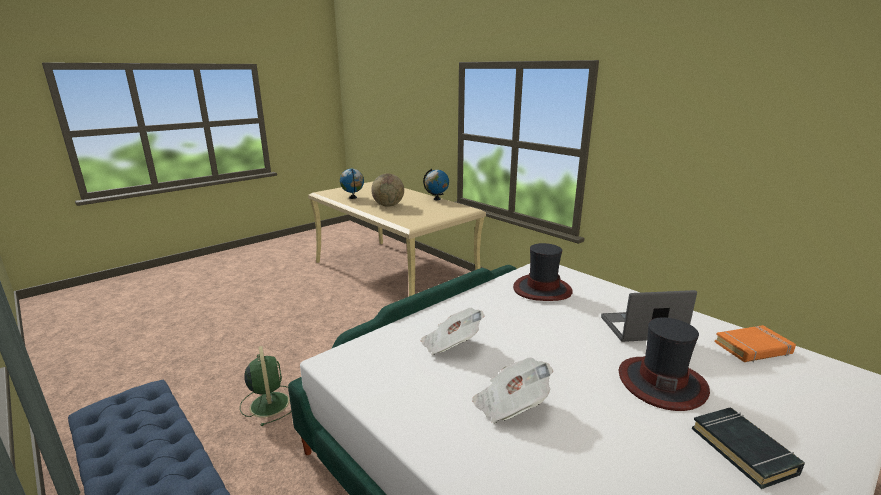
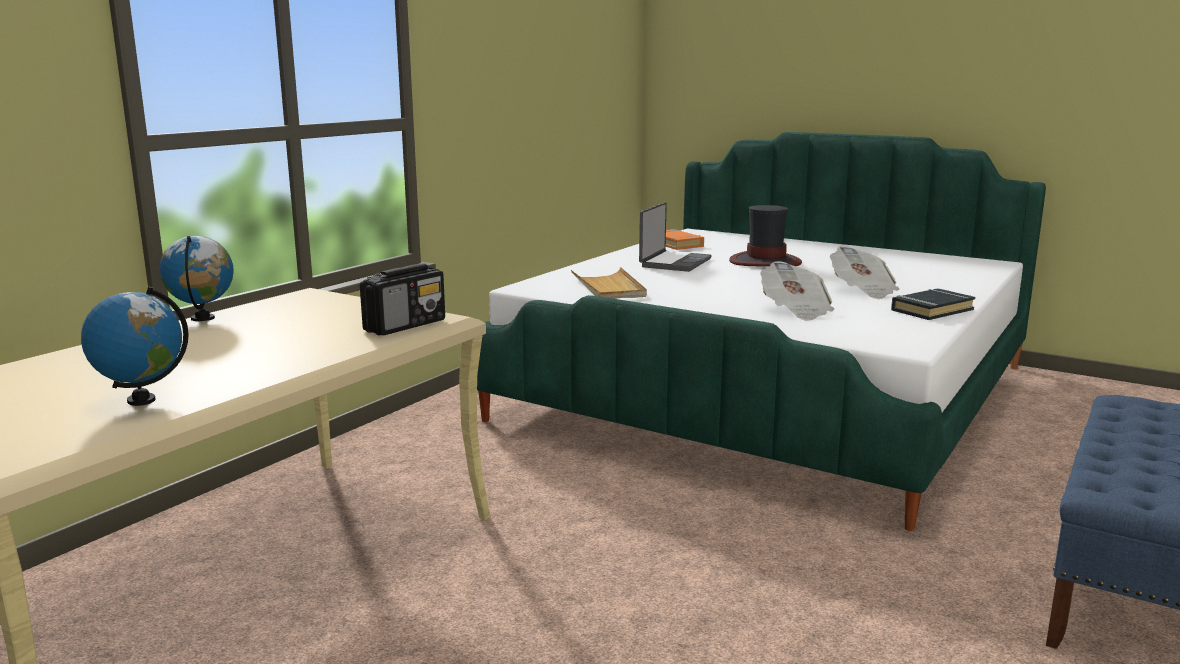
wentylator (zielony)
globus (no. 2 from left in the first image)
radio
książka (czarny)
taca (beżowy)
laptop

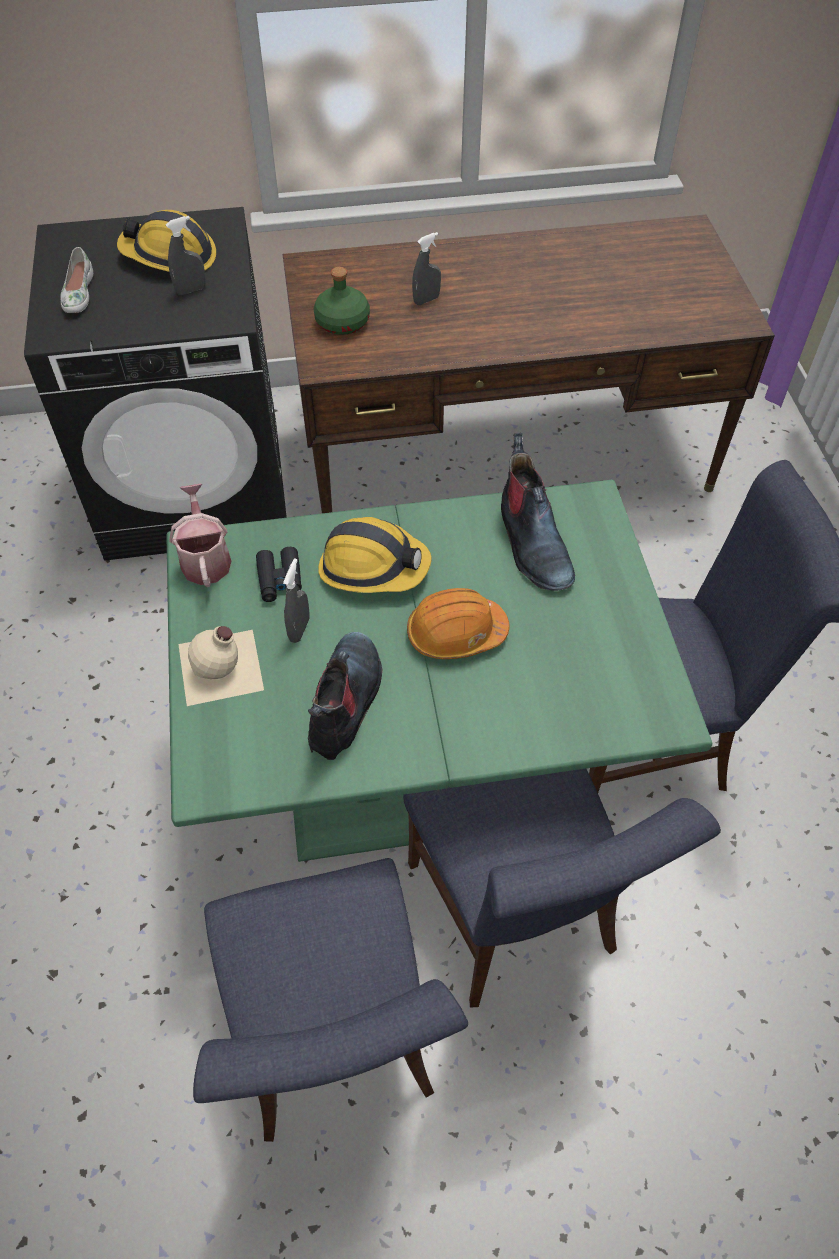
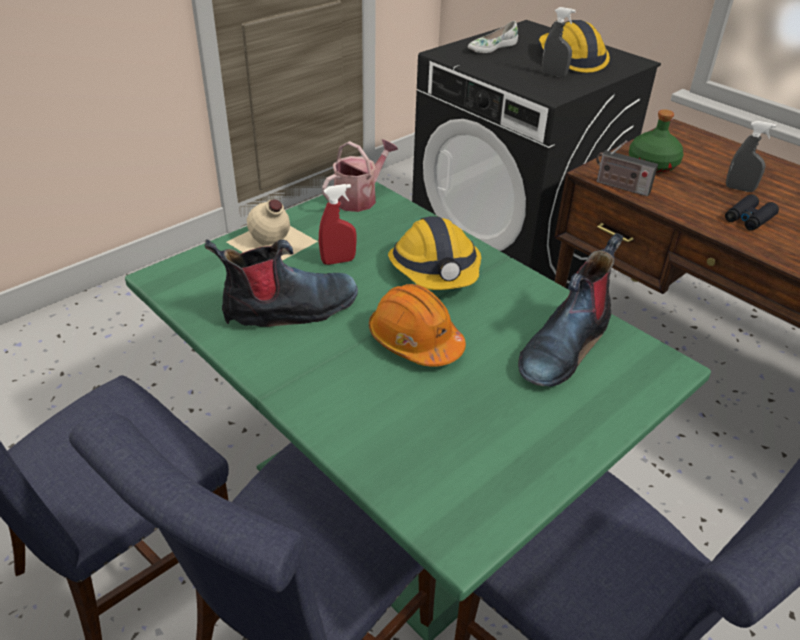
radio
lornetka (czarny)
spryskiwacz (czerwony)

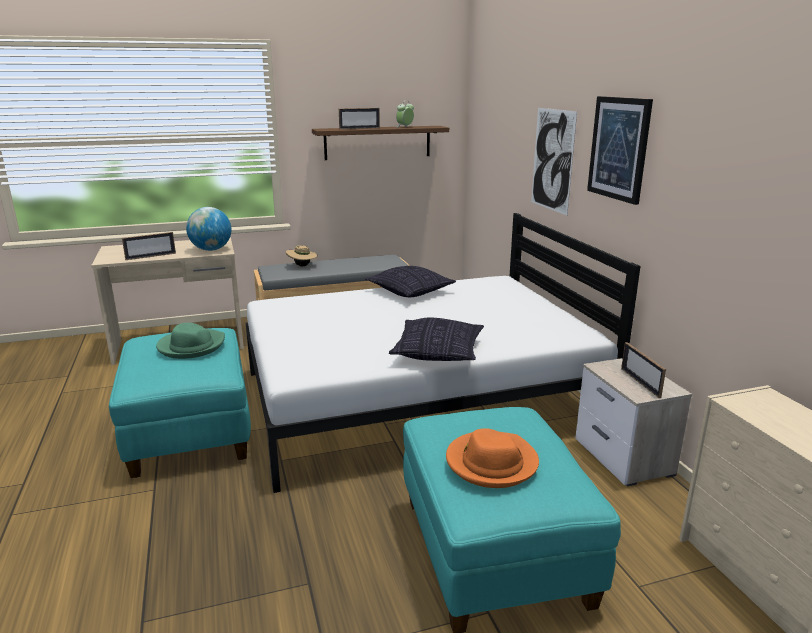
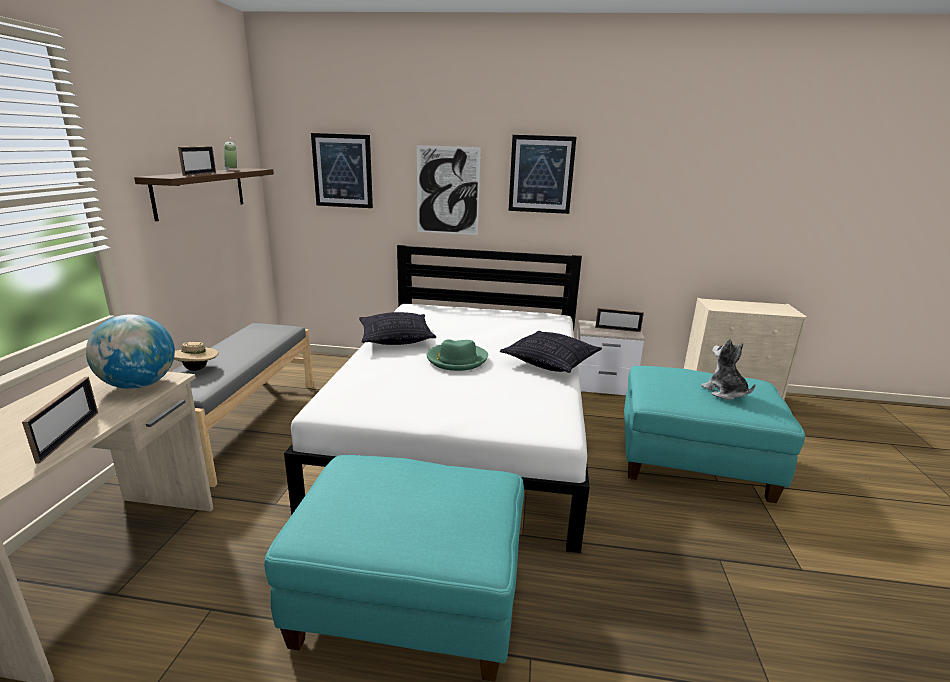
obraz (no. 1 from left)
kapelusz (zielony)
pluszak

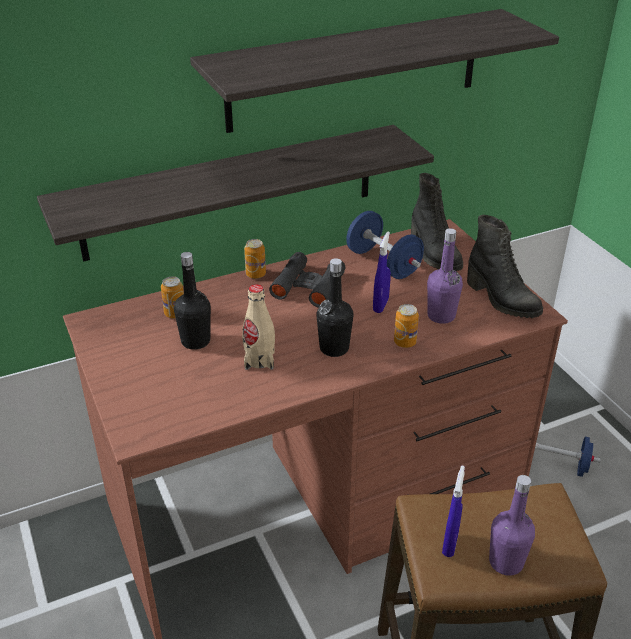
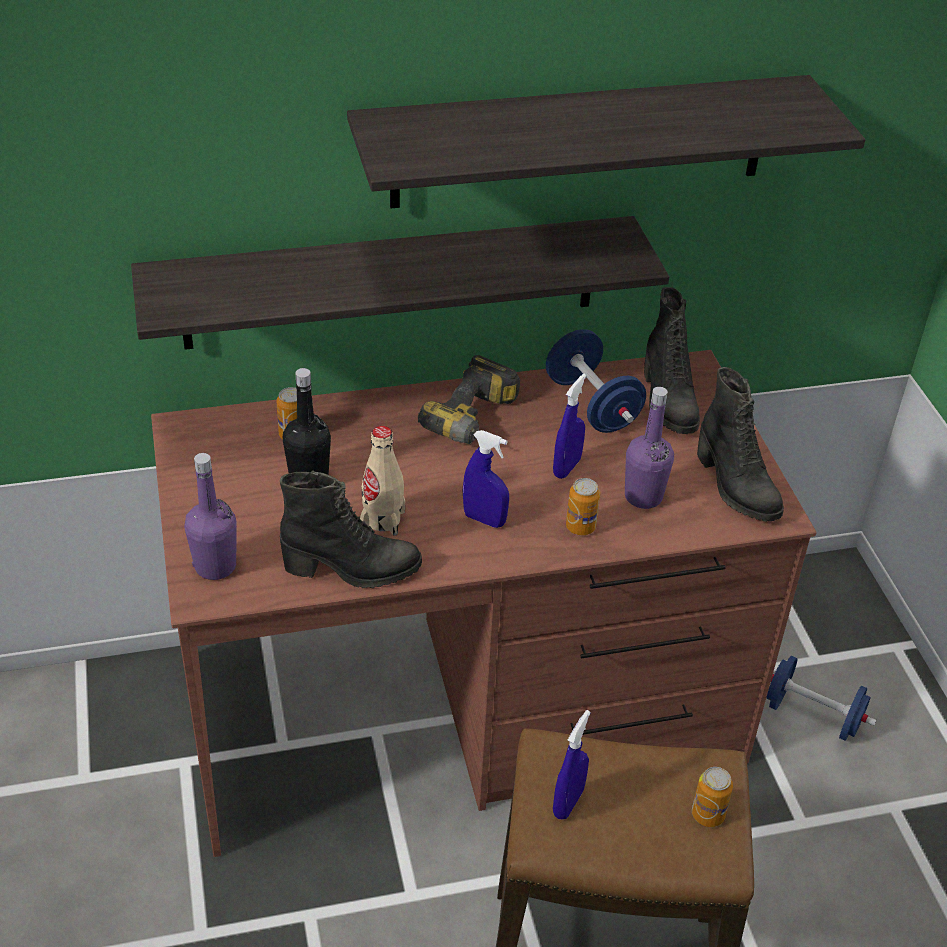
but z cholewką (czarny) (no. 1 from left)
puszka (no. 3 from left)
butelka (fioletowy) (no. 1 from left)
wiertarka
spryskiwacz (niebieski) (no. 1 from left)

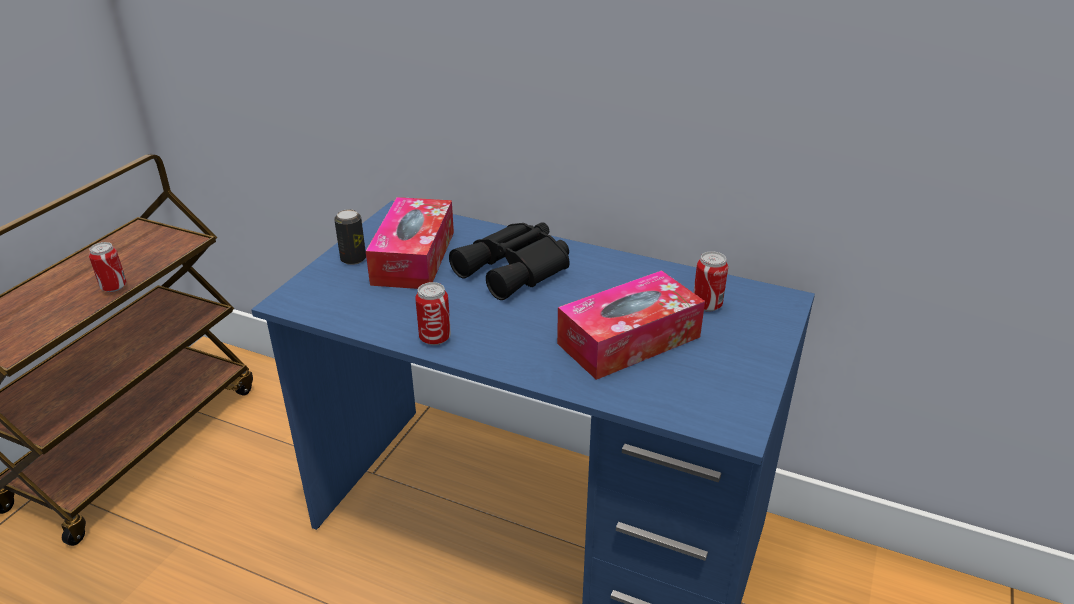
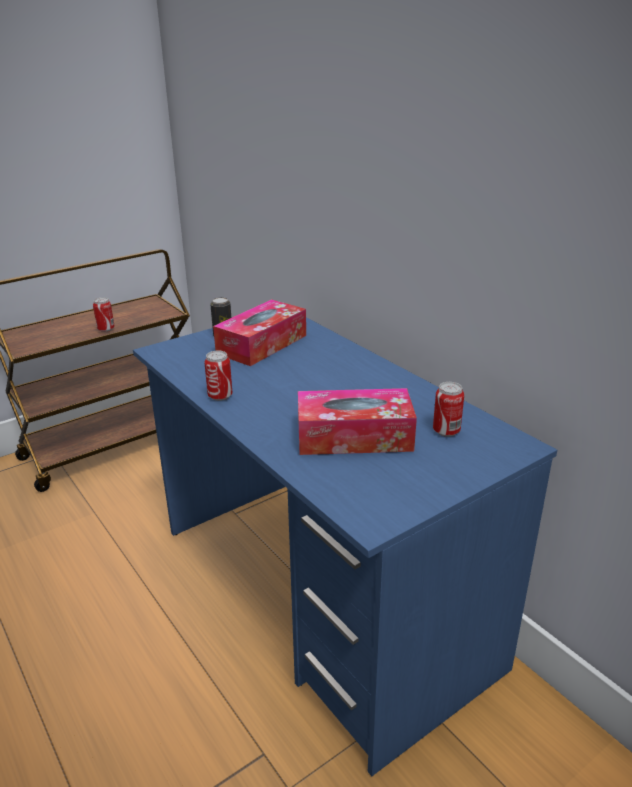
lornetka (czarny)

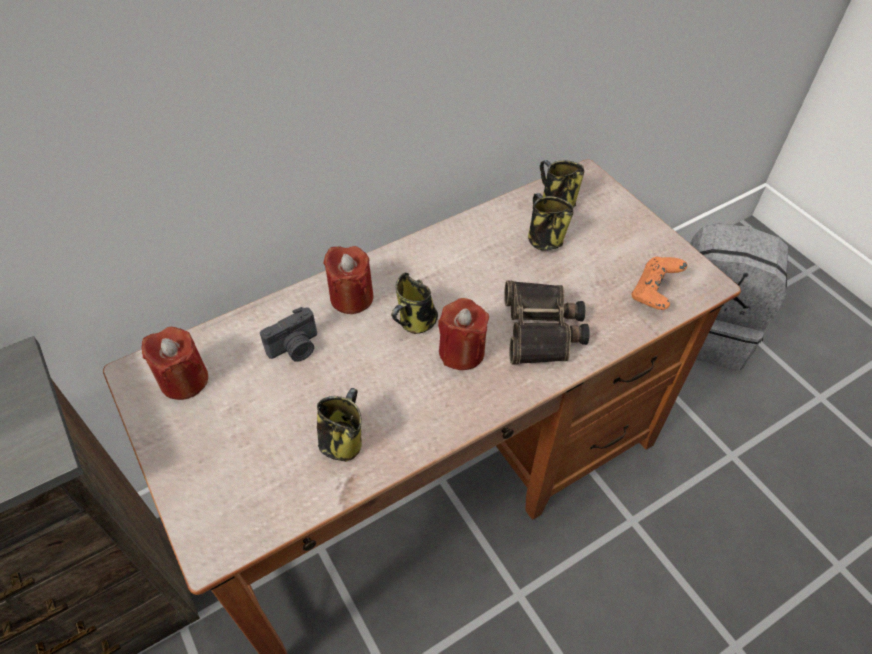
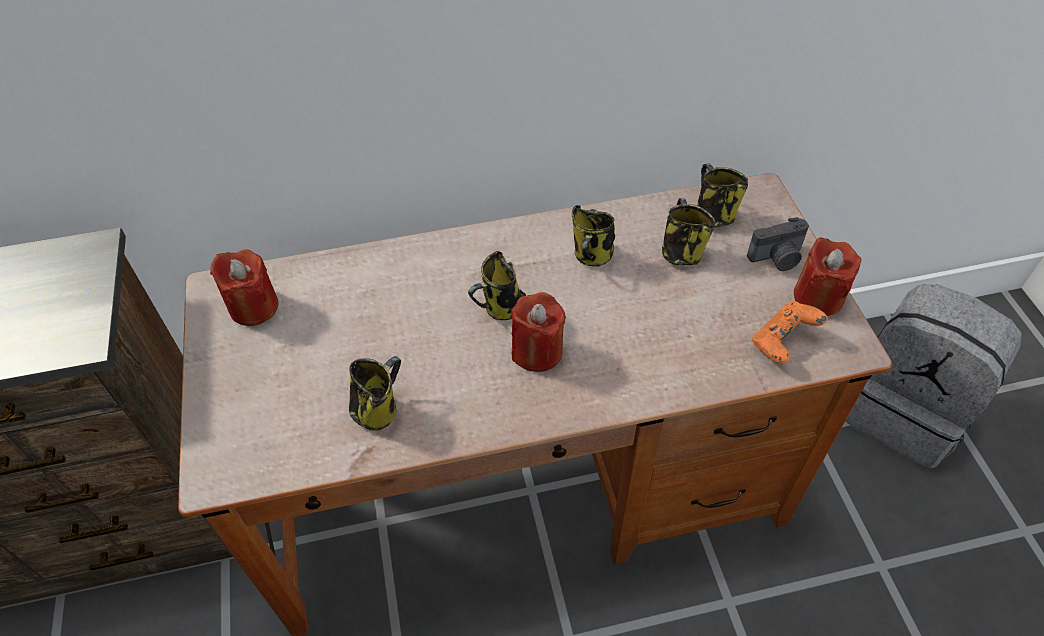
lornetka
kubek (no. 3 from left)
aparat fotograficzny
świeca (czerwony) (no. 3 from left)

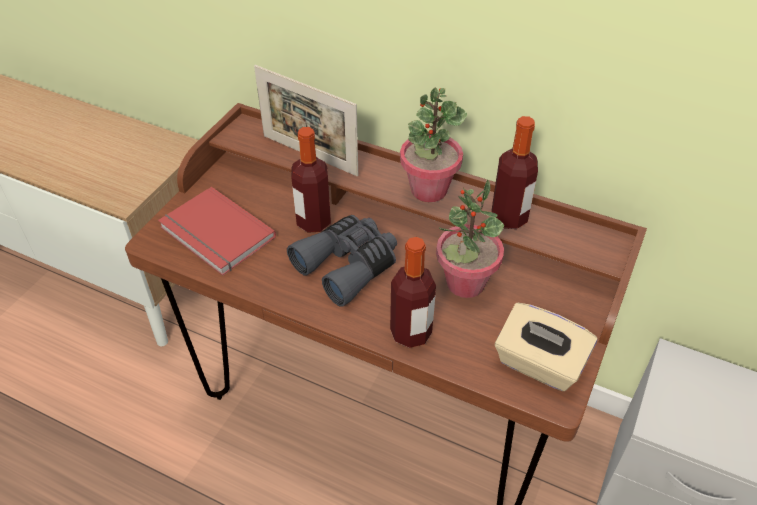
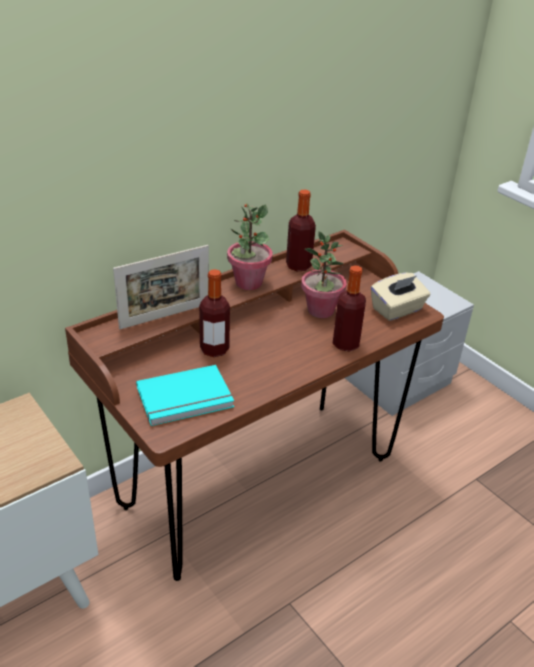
lornetka (szary)
książka (turkusowy)

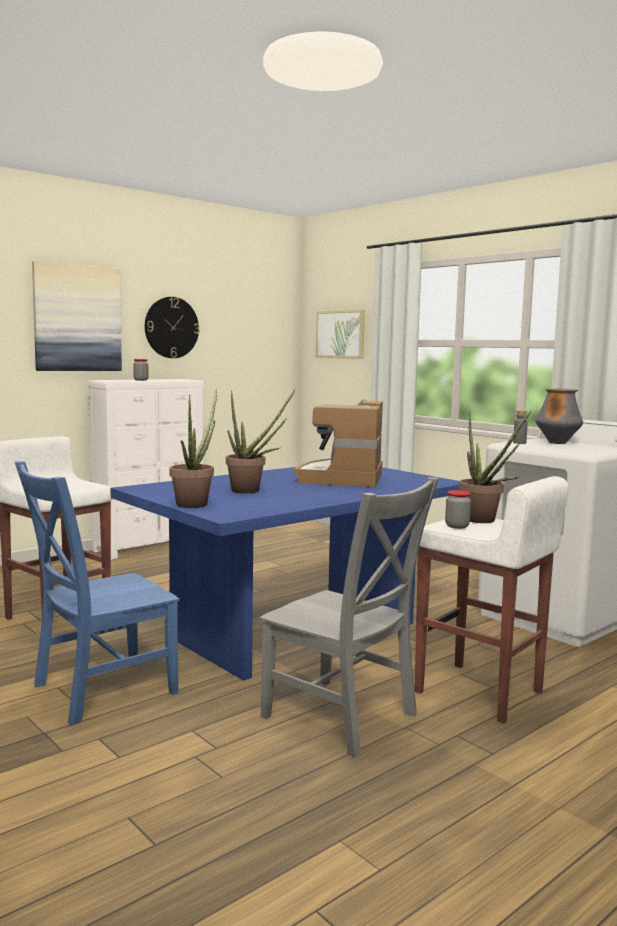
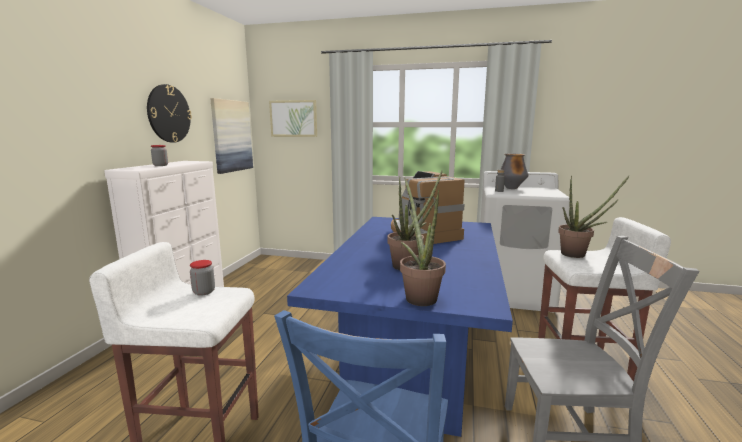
obraz (no. 1 from left)
słoik (no. 2 from left)

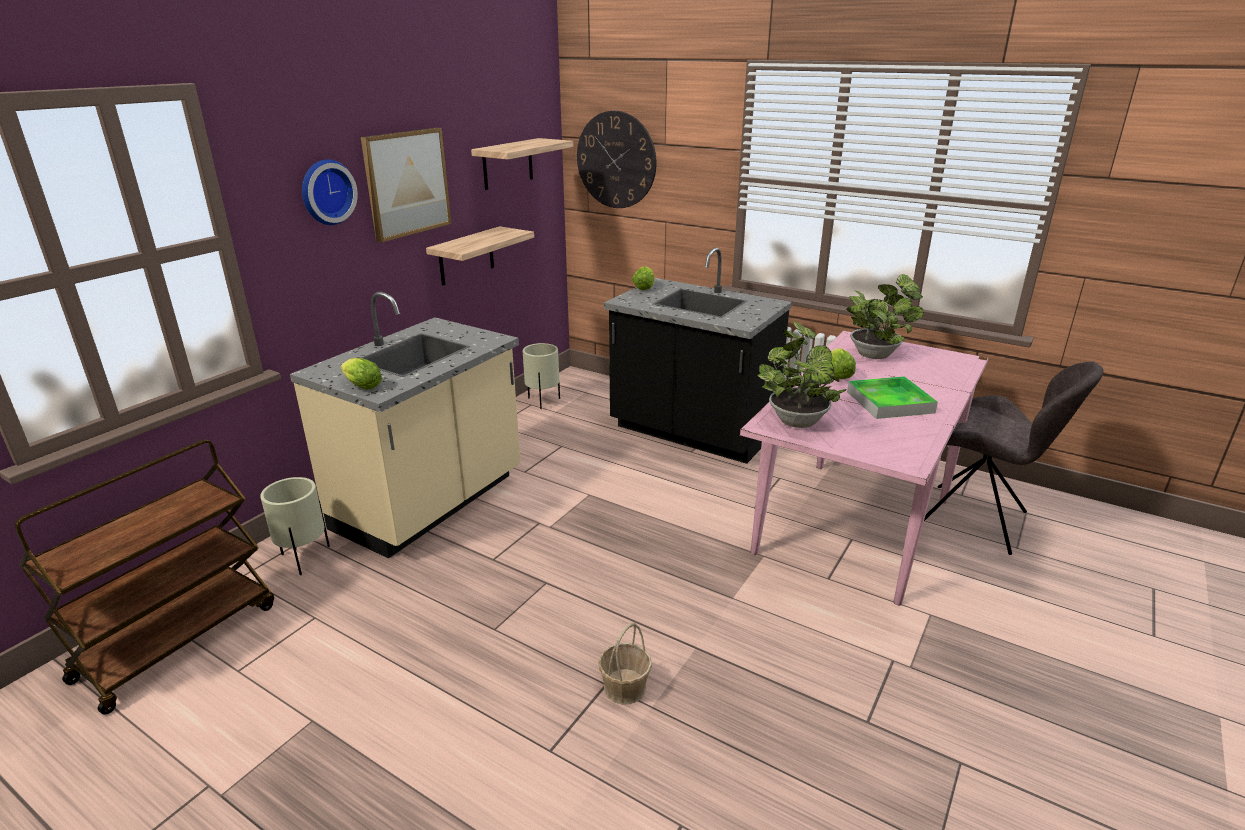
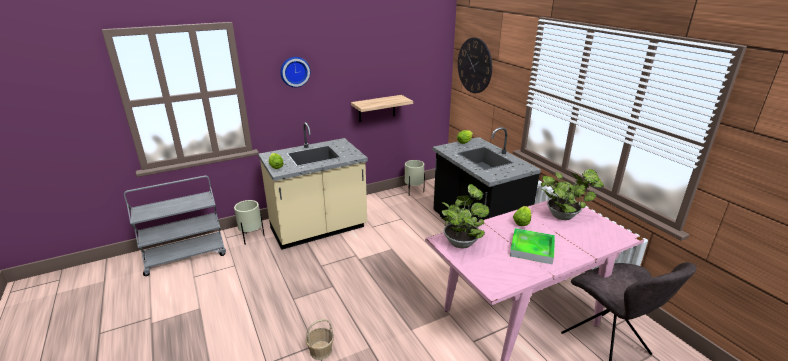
obraz
półka (no. 2 from left in the first image)
wózek (szary)

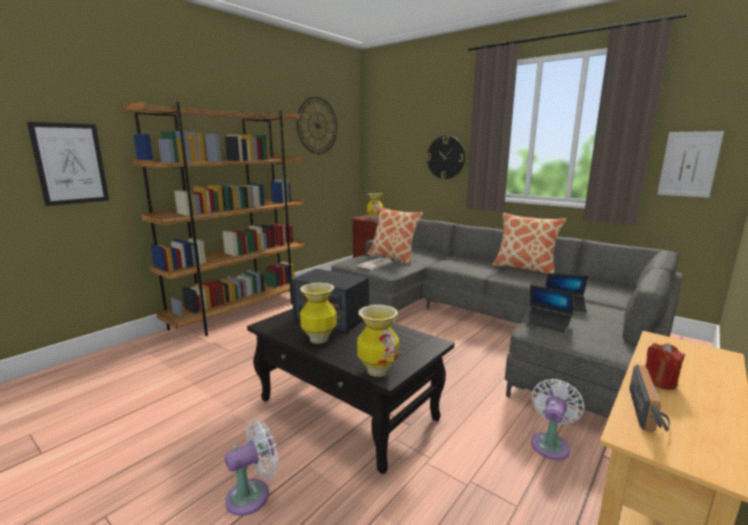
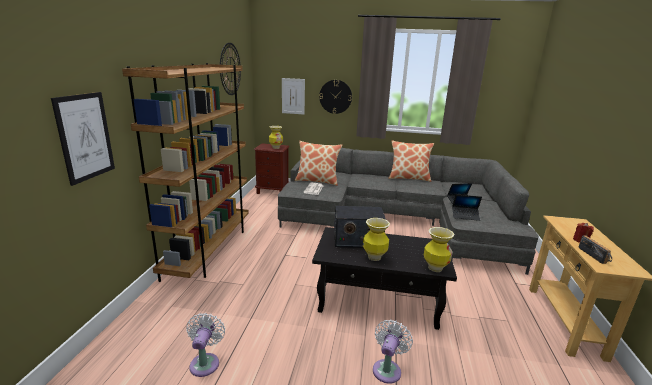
wentylator (biały) (no. 1 from left)
obraz (no. 2 from left)

